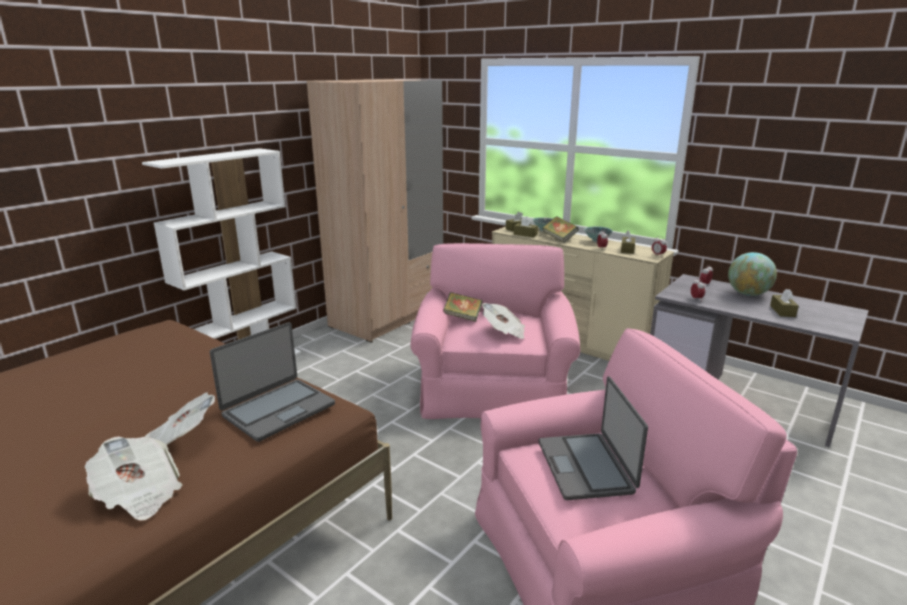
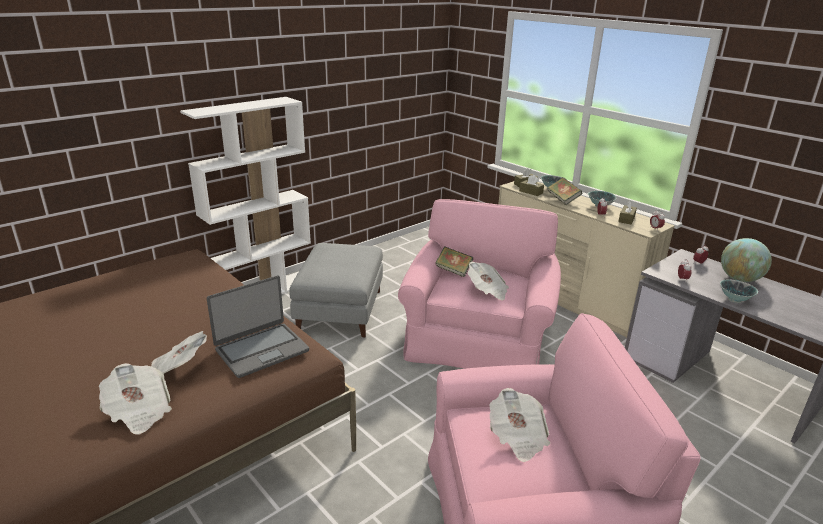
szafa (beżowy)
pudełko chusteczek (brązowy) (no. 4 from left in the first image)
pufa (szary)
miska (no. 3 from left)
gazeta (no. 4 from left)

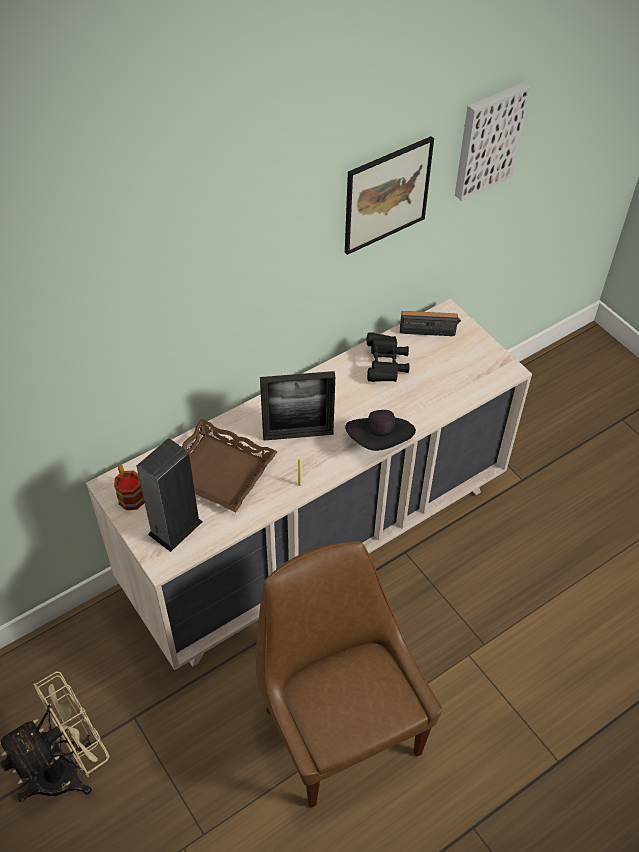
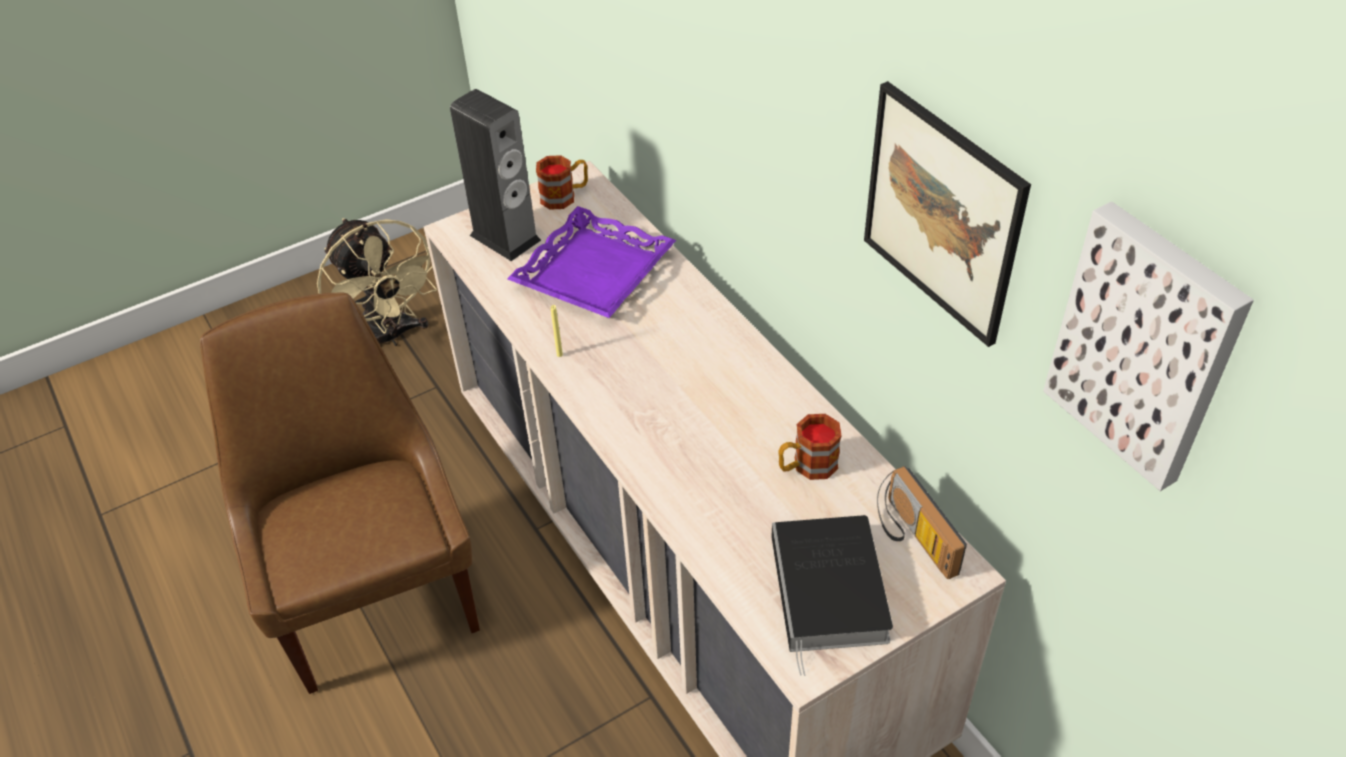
ramka na zdjęcie
kapelusz (czarny)
książka
kubek (no. 2 from left)
taca (fioletowy)
krzesło (brązowy)
radio

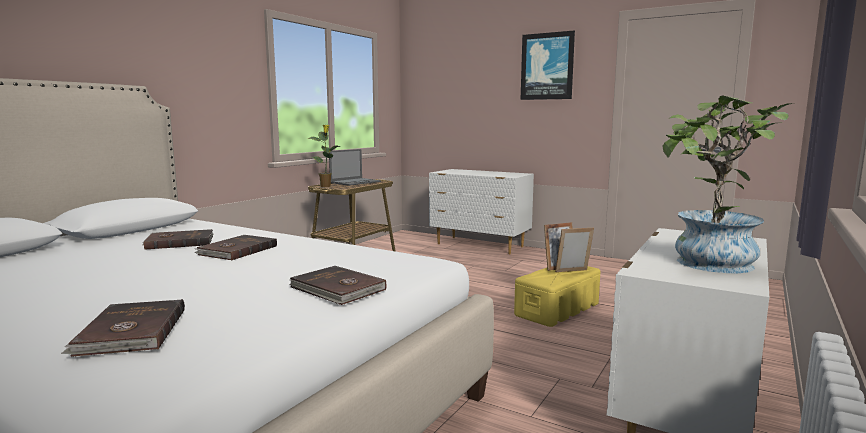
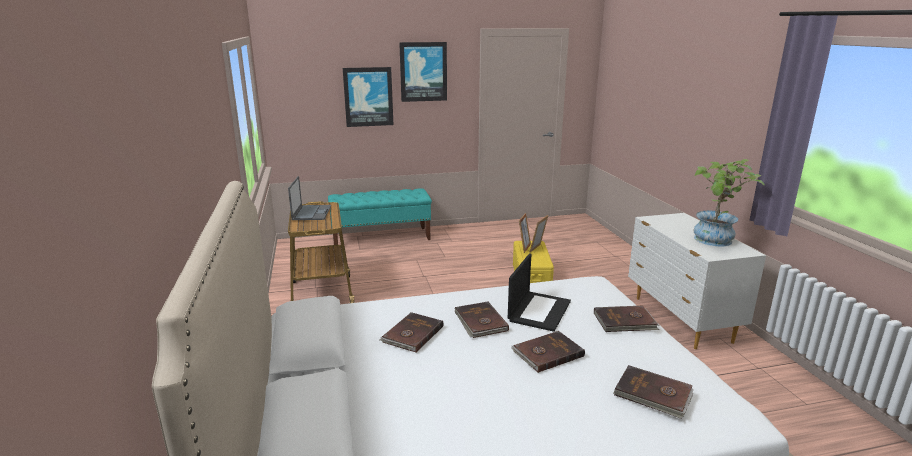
roślina doniczkowa (no. 1 from left in the first image)
obraz (no. 1 from left)
laptop (no. 2 from left)
książka (brązowy) (no. 3 from left)
ławka (turkusowy)

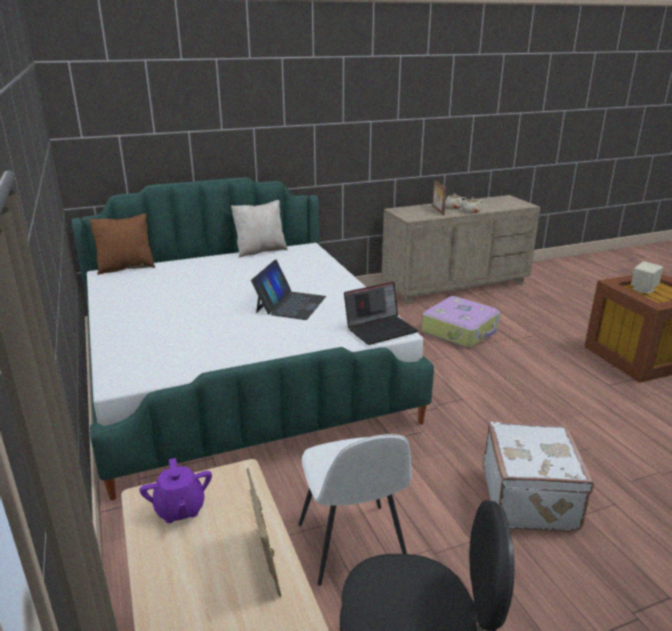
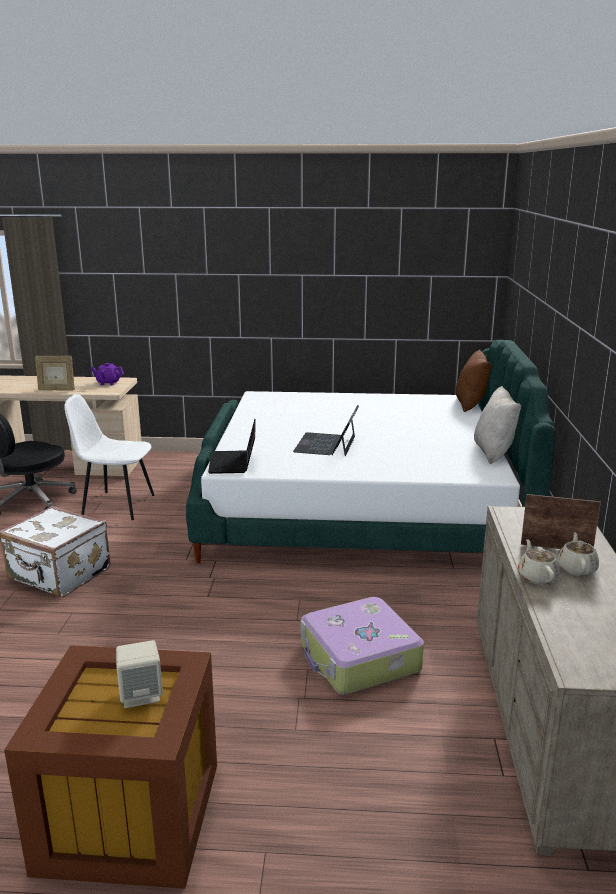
laptop (no. 2 from left)

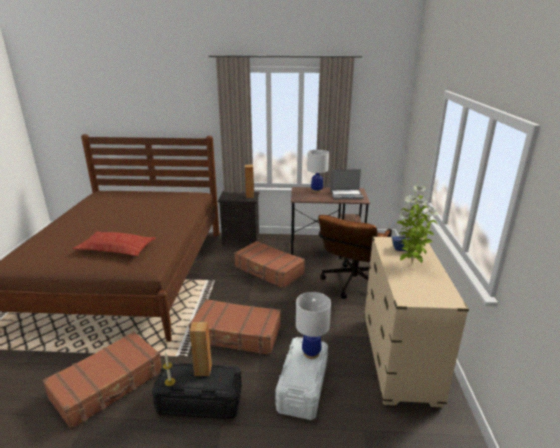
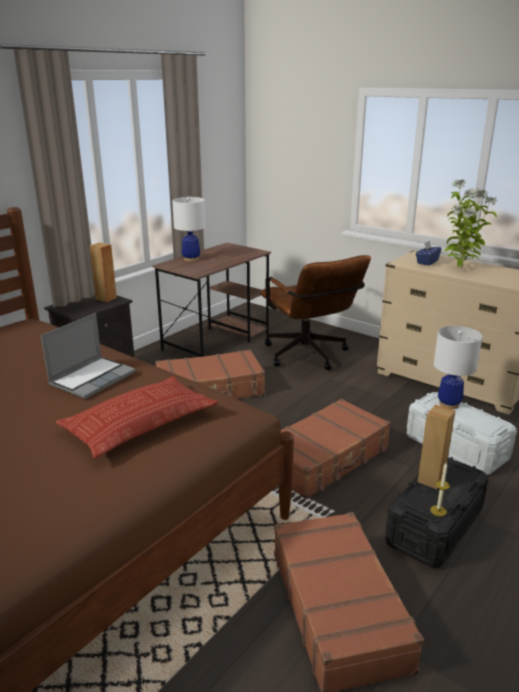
laptop

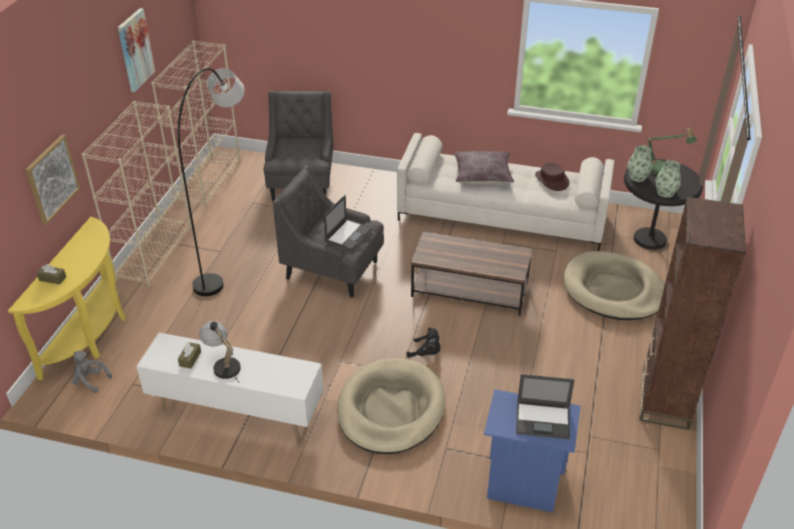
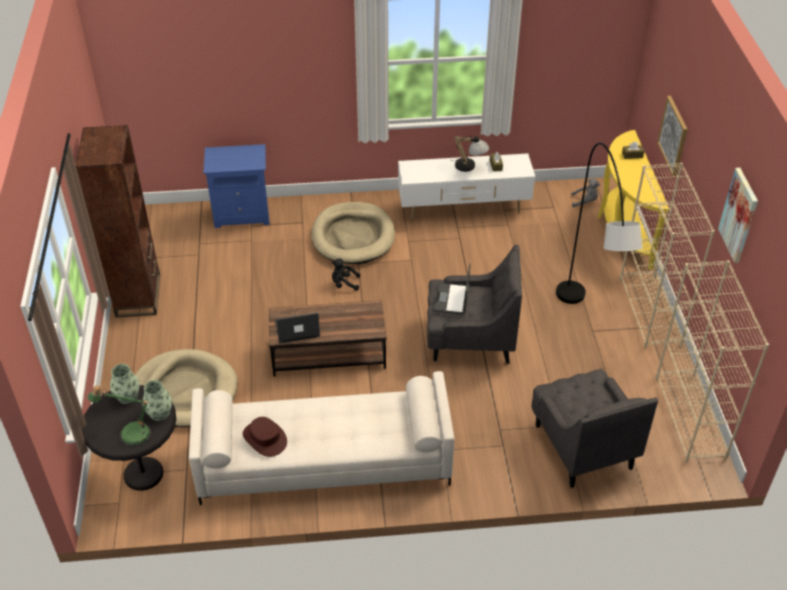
poduszka (brązowy)
laptop (no. 1 from left)

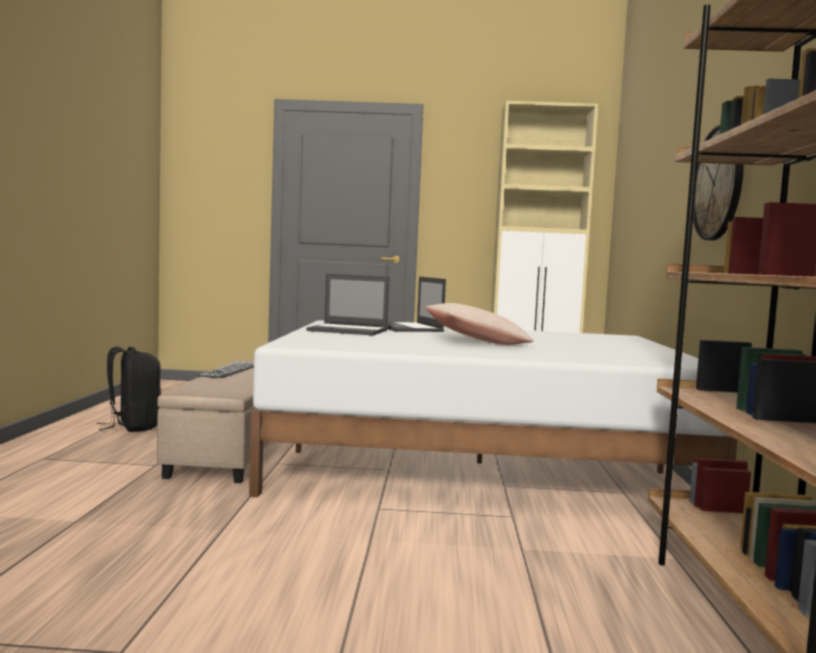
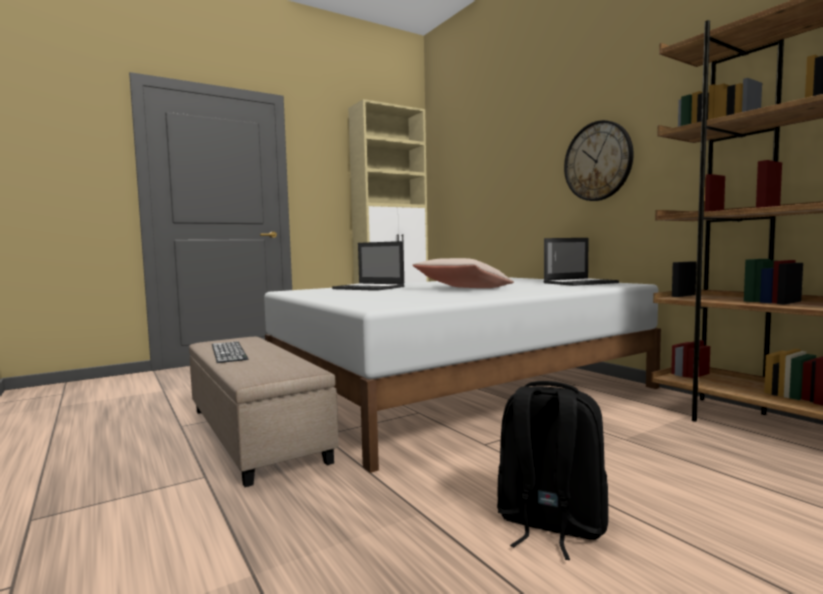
plecak (czarny)
laptop (no. 2 from left)

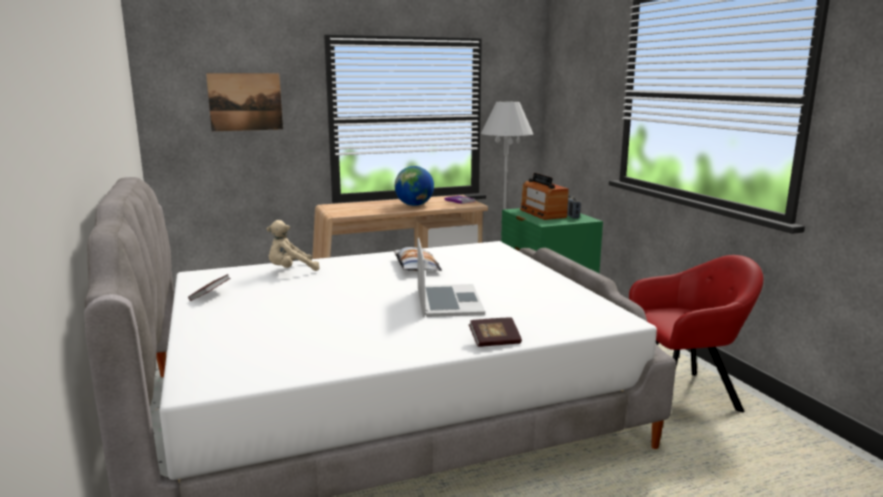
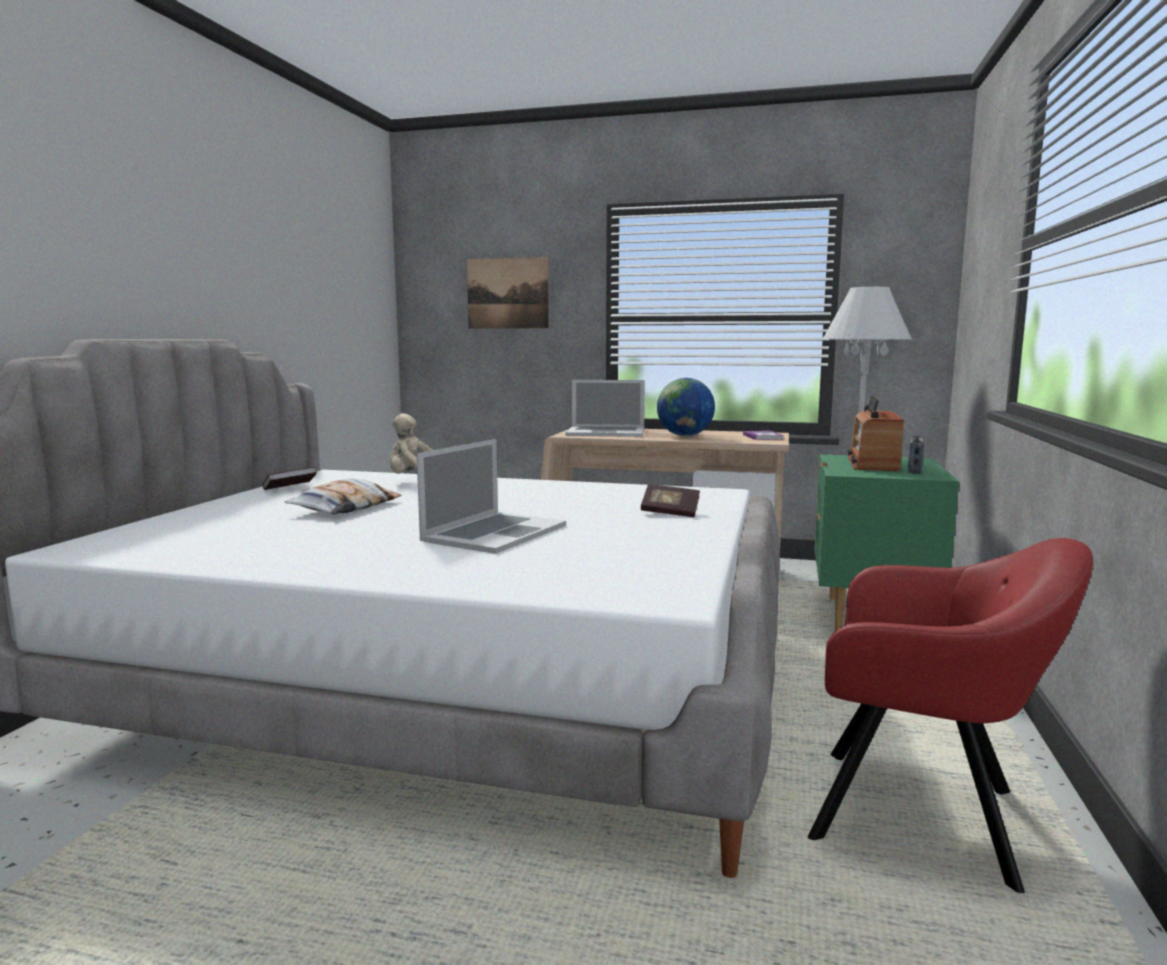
laptop (no. 2 from left)
poduszka
książka (no. 2 from left)

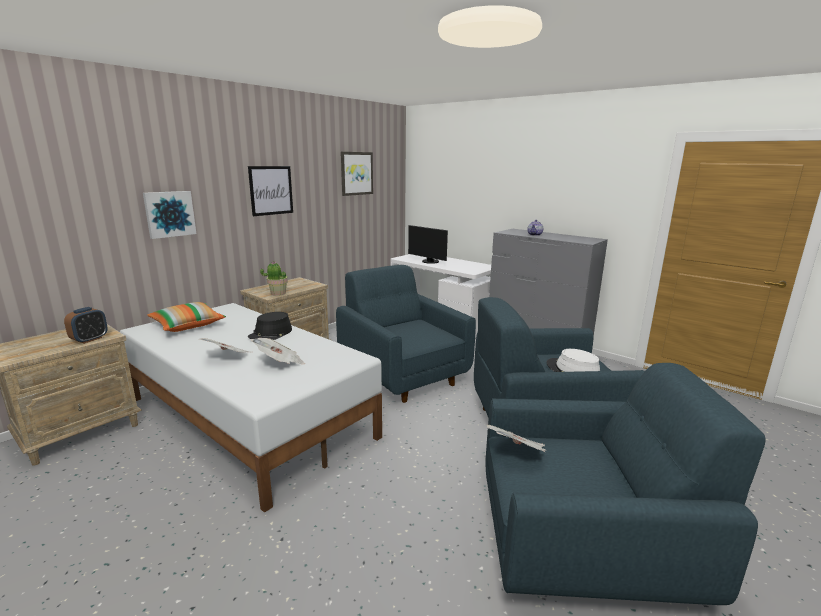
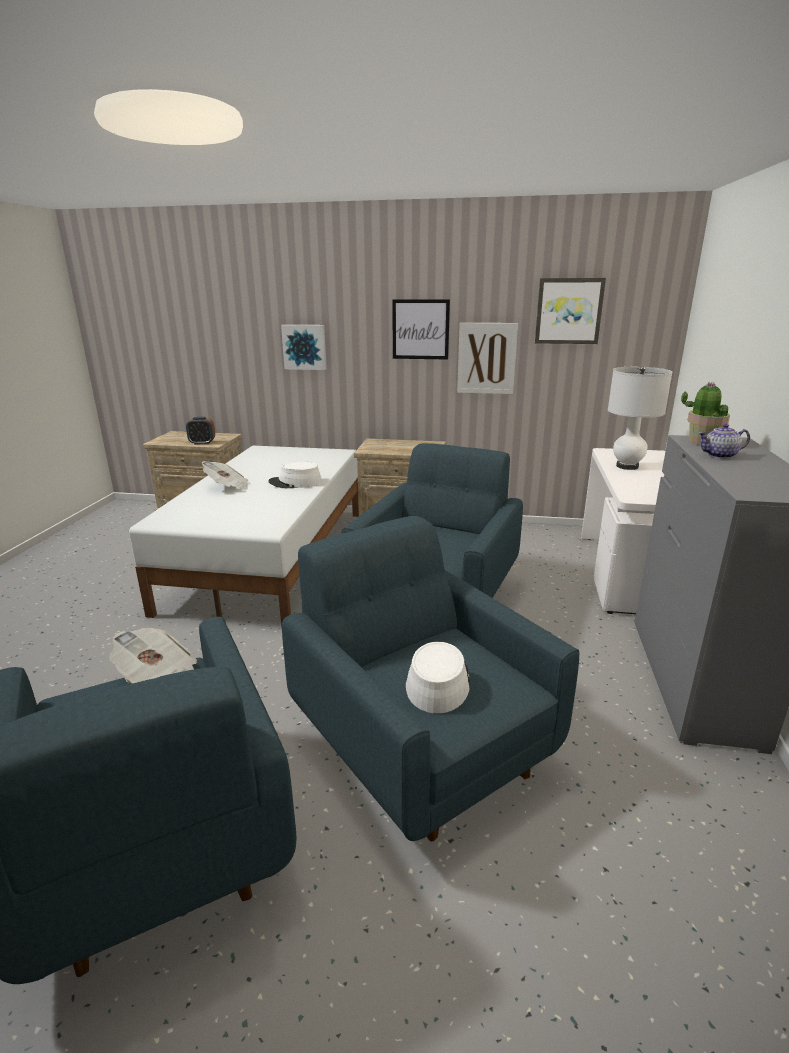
poduszka
gazeta (no. 2 from left in the first image)
obraz (no. 3 from left)
roślina doniczkowa
lampa stołowa (biały)
kapelusz (biały) (no. 1 from left)

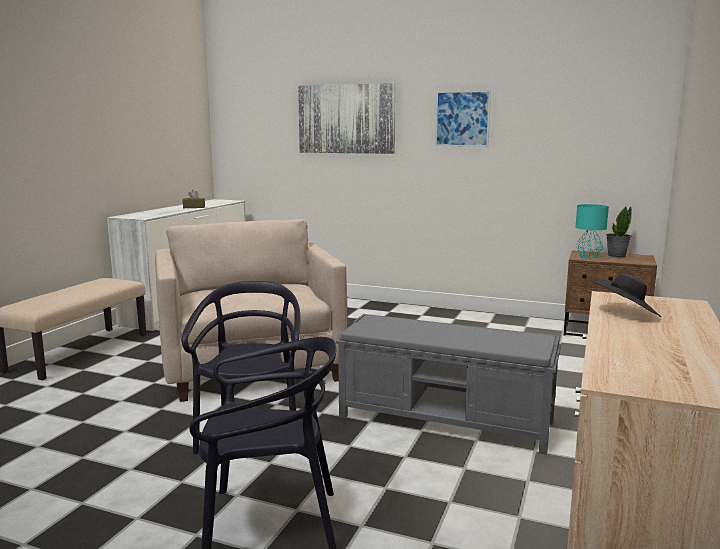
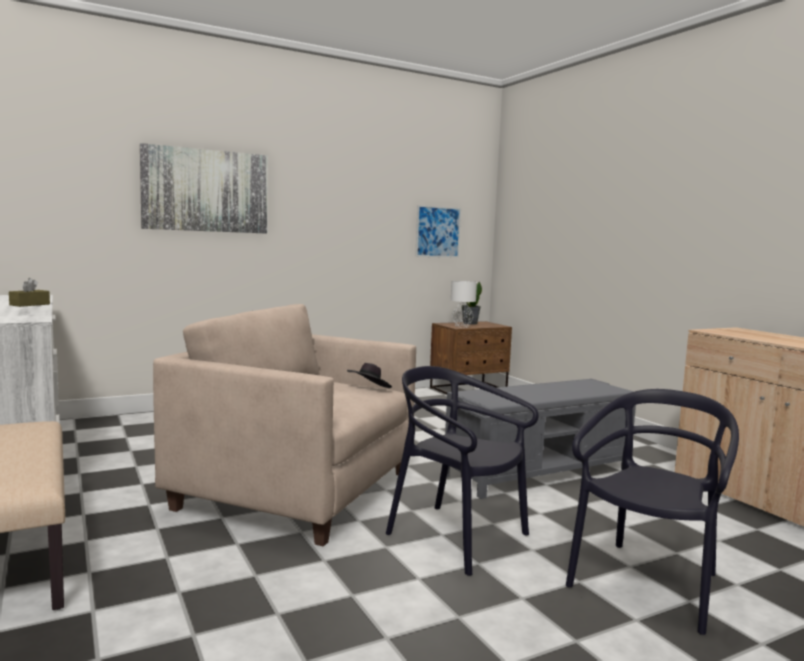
obraz (no. 2 from left)
kapelusz (czarny)
lampa stołowa (biały)

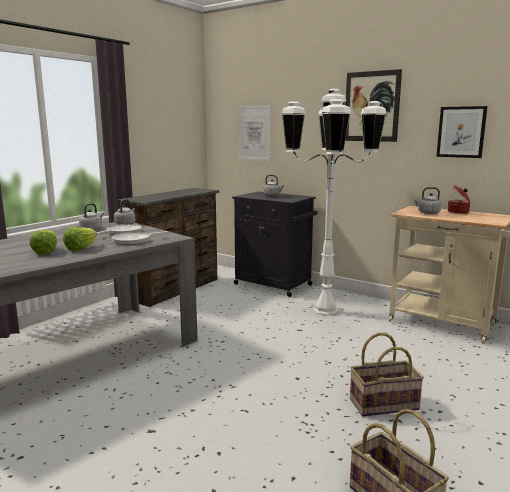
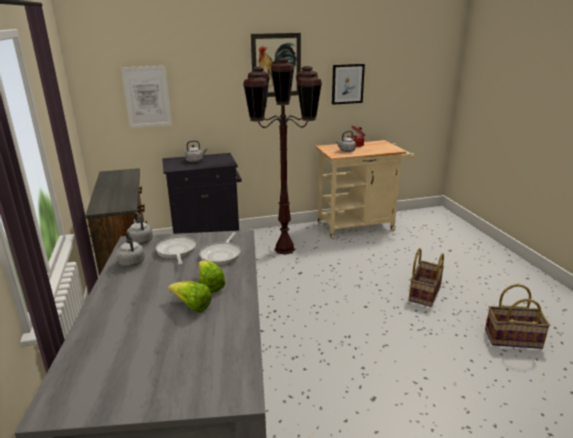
lampa stojąca (brązowy)

